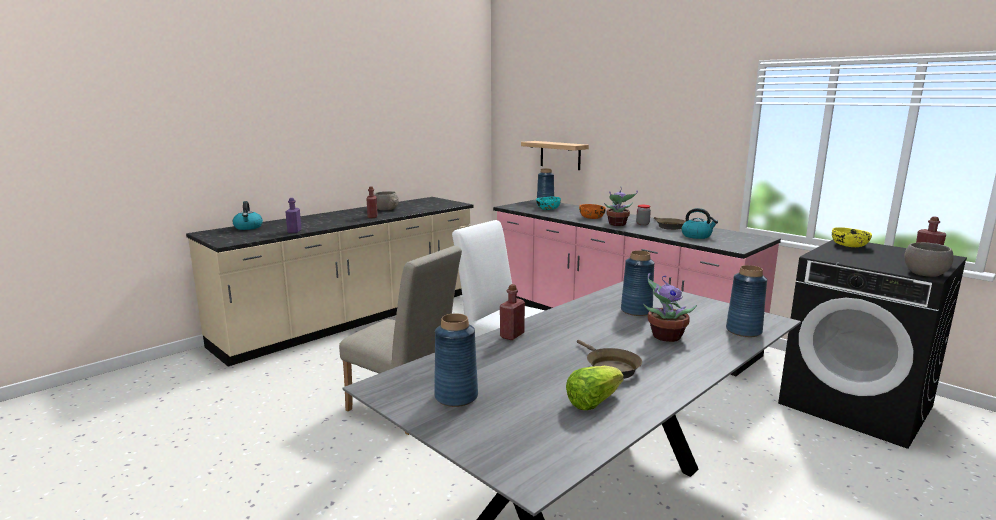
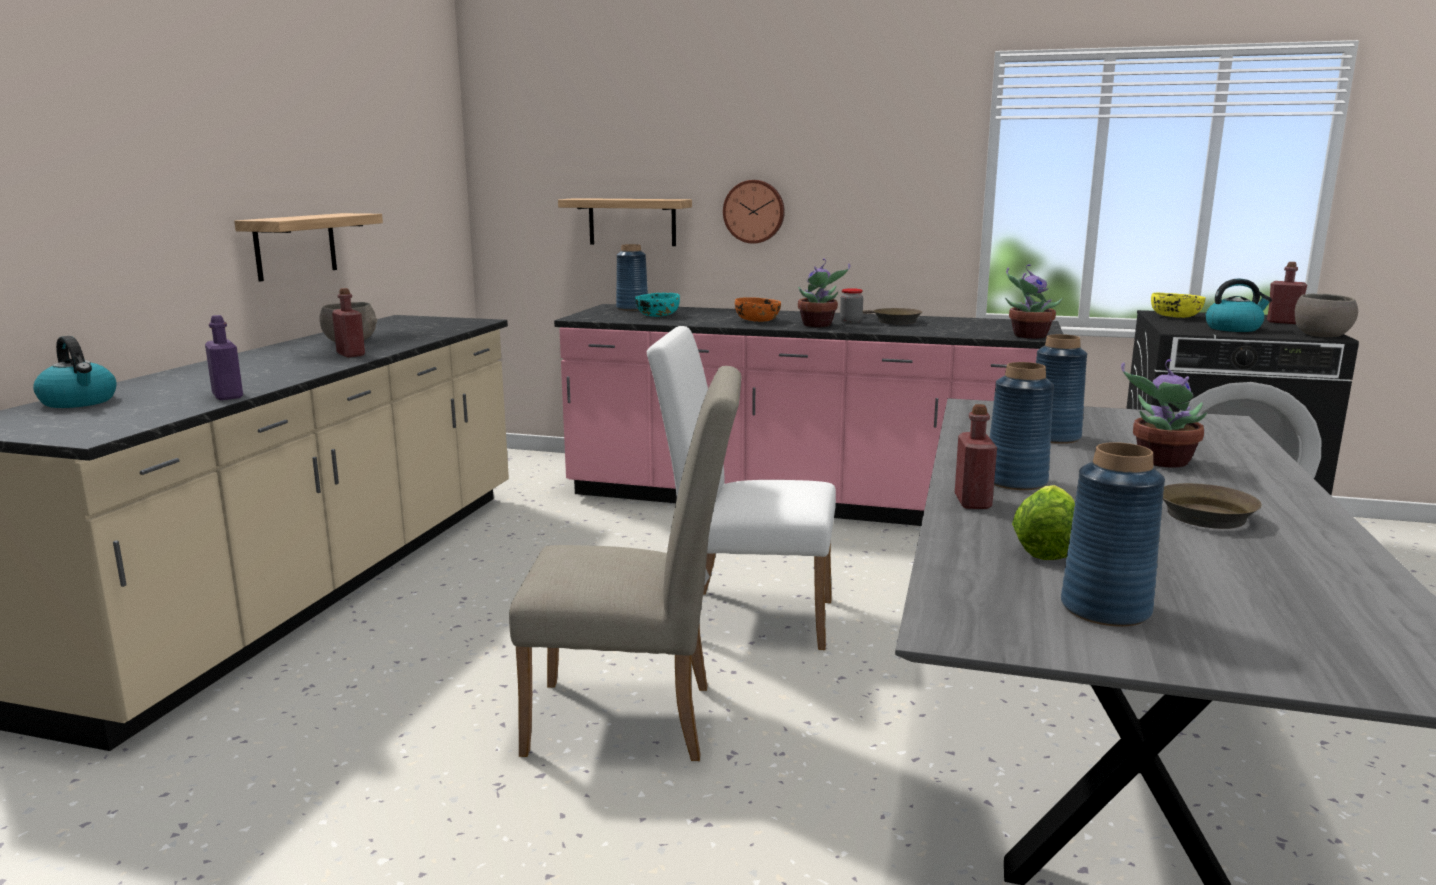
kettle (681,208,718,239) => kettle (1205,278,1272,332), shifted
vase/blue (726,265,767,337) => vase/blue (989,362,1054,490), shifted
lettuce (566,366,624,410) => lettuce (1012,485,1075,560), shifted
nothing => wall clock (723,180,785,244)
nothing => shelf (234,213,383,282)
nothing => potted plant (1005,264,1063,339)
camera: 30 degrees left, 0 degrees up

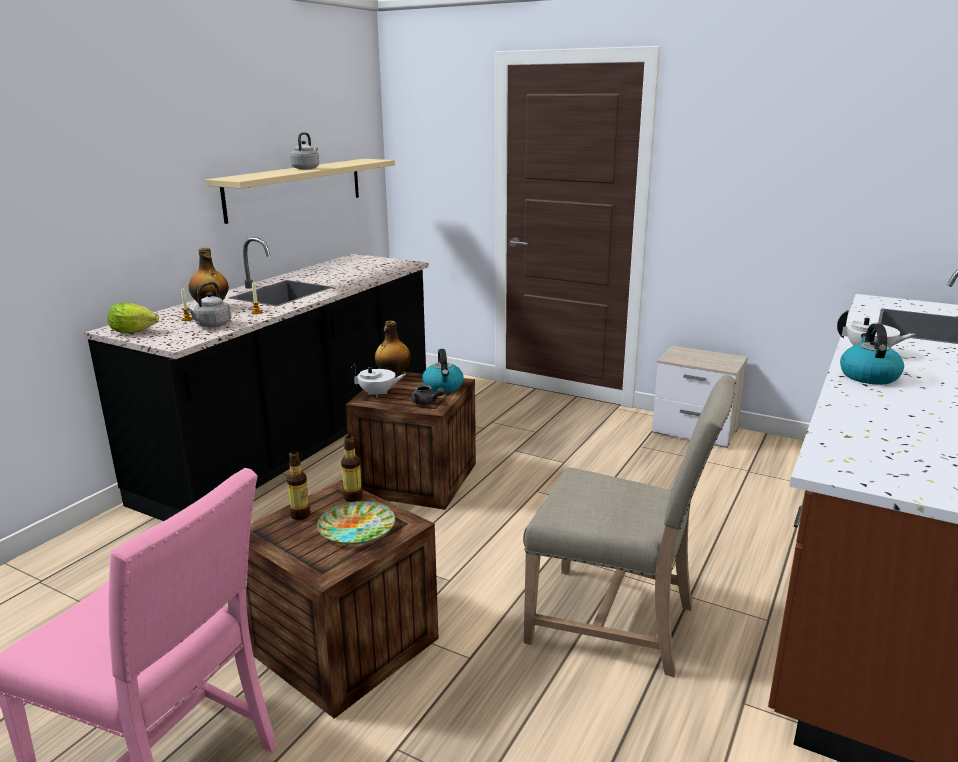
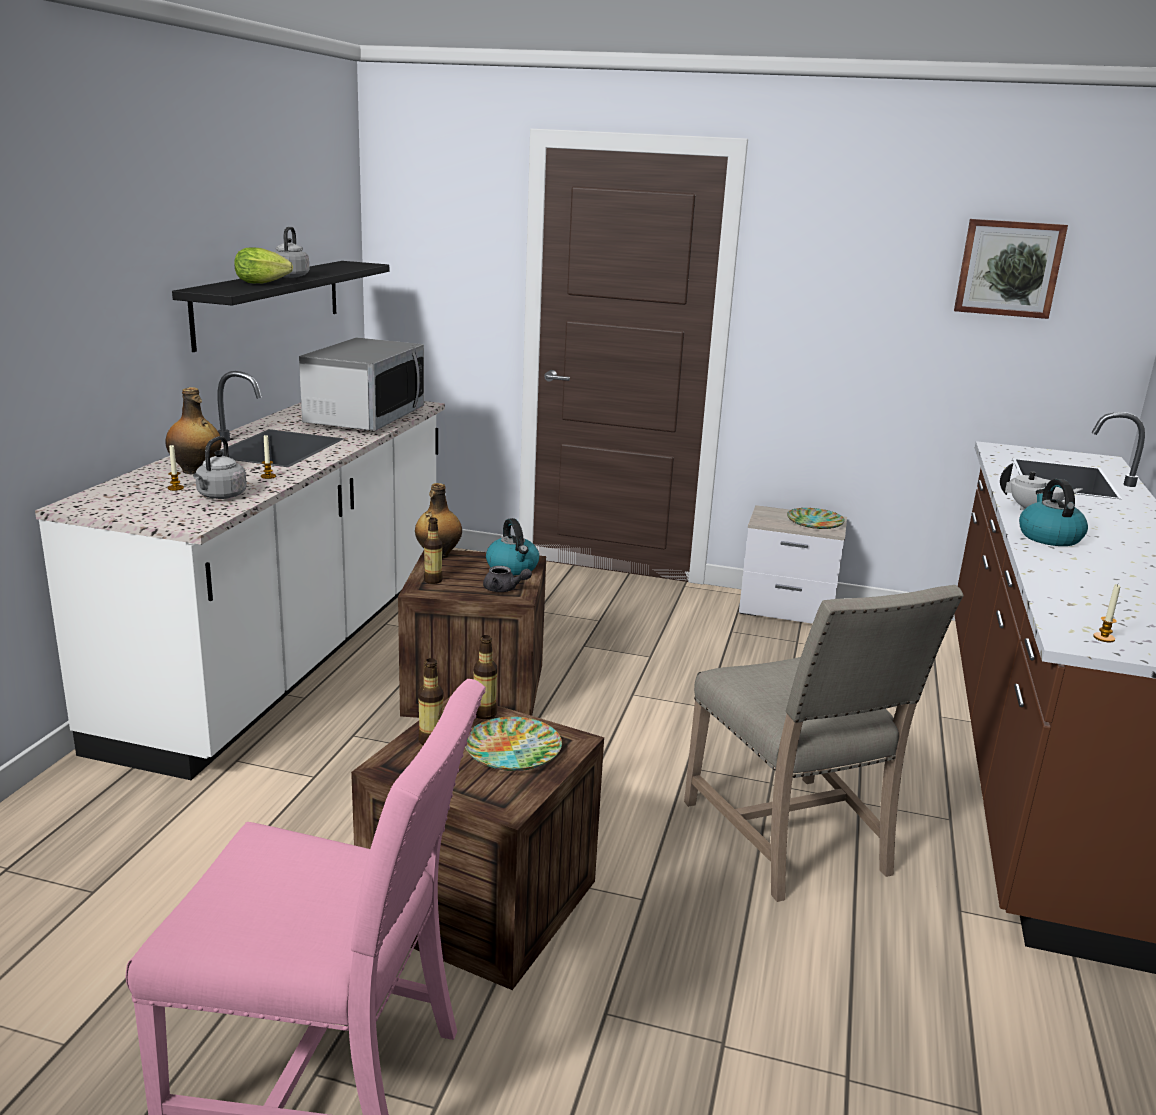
shelf/beige (205,159,395,224) => shelf/black (172,261,389,352)
counter/black (84,237,429,521) => counter/white (35,371,445,780)
lettuce (107,303,159,333) => lettuce (234,247,293,284), shifted
teapot/white (349,364,406,398) => bottle (424,517,443,584)
chair/beige (523,375,736,677) => chair/beige (684,585,964,902), 60 degrees clockwise
nothing => picture (954,219,1068,319)
nothing => microwave (299,338,424,431)
nothing => plate (787,508,845,529)
nothing => candle (1093,584,1120,642)
camera: 15 degrees left, 0 degrees up

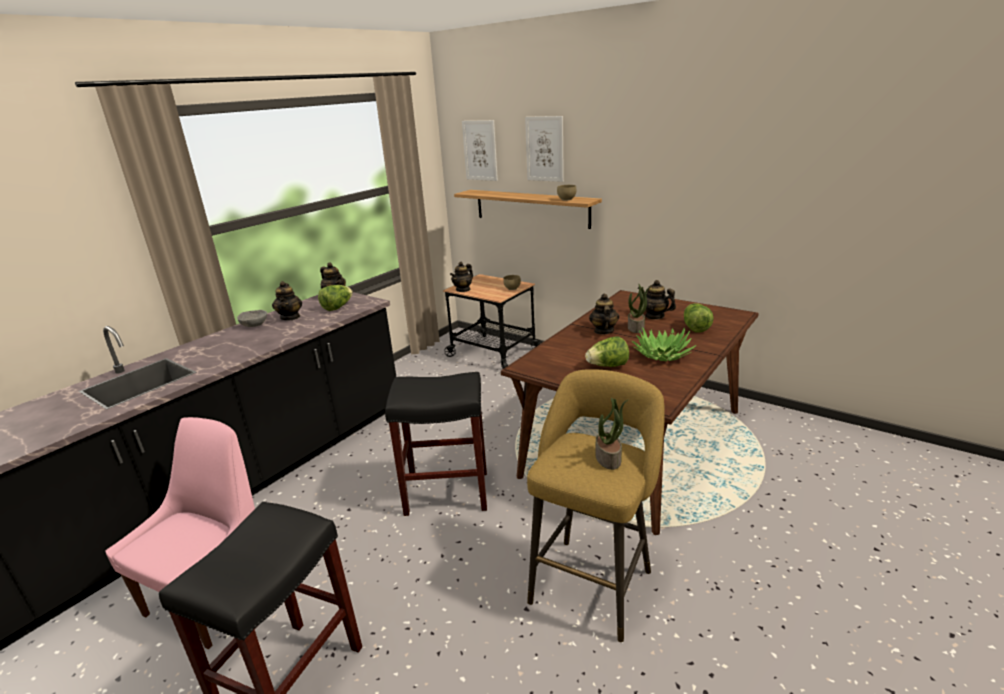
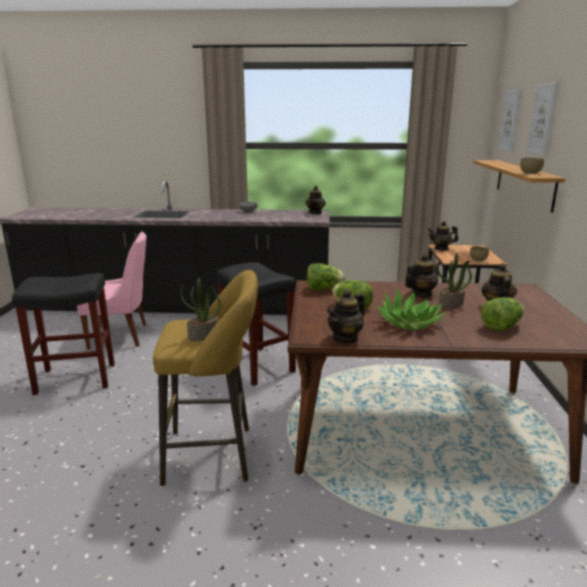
teapot (272,281,302,321) => teapot (327,289,365,344), shifted
lettuce (318,285,353,311) => lettuce (307,263,345,290), shifted
camera: 55 degrees right, 5 degrees down

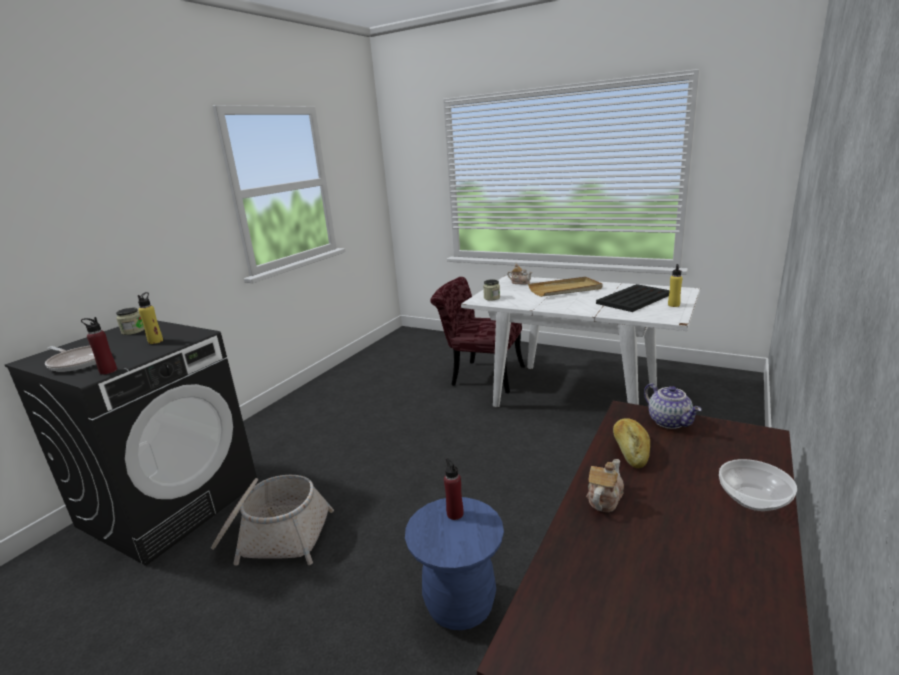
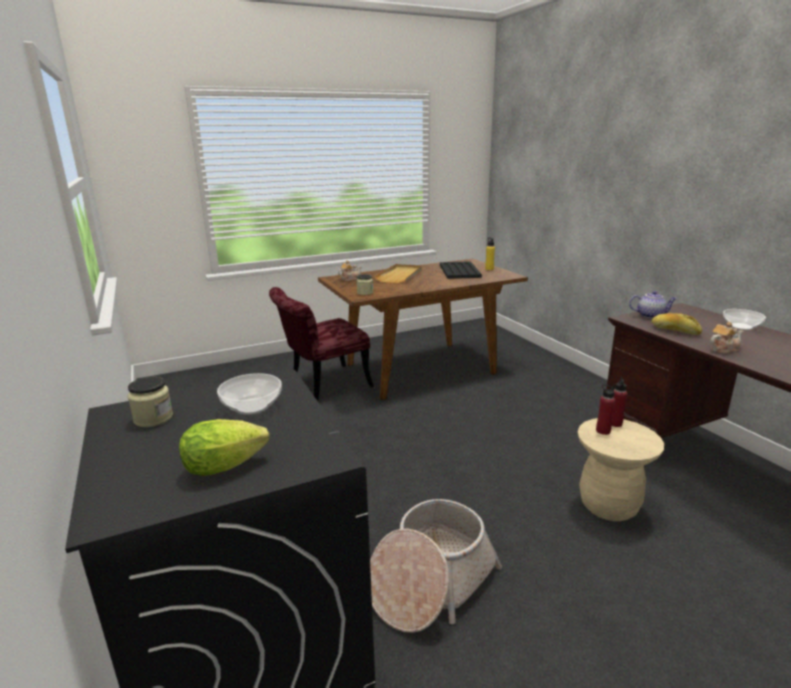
dining table/white (461,275,700,408) => dining table/brown (318,259,528,400)
bottle/yellow (138,292,163,344) => bowl (217,373,282,414)
bottle/red (81,317,117,375) => bottle/red (612,377,627,427), shifted
frying pan (45,346,96,372) => lettuce (179,419,269,476)
teapot (586,459,624,512) => teapot (710,322,744,353), 90 degrees clockwise
stool/blue (405,497,504,630) => stool/beige (577,418,664,521)
camera: 55 degrees left, 0 degrees up

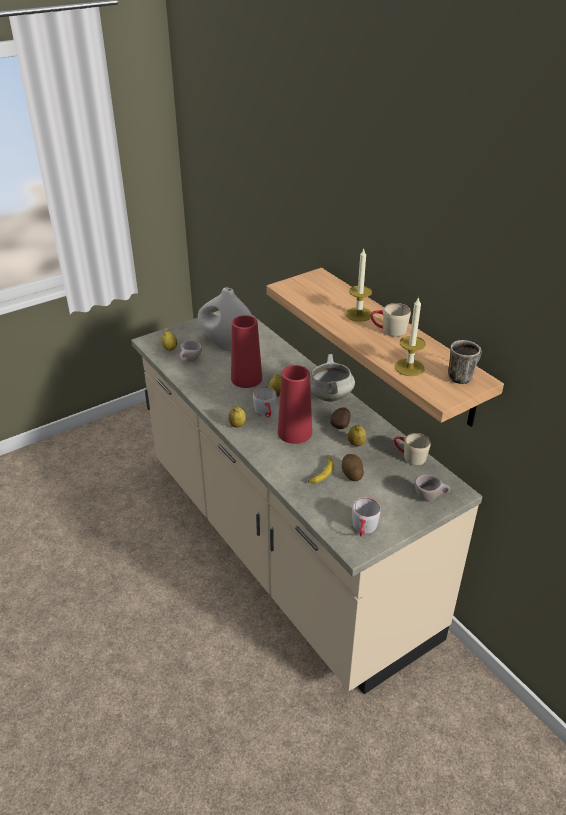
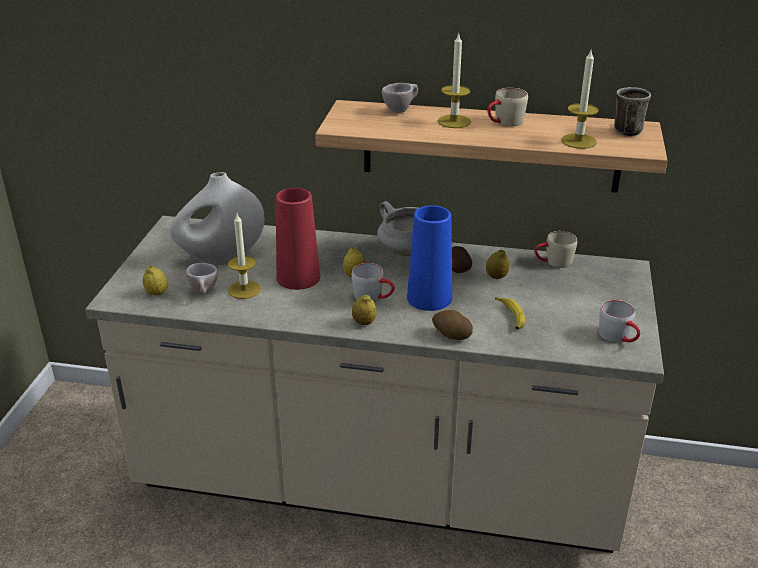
vase/red (278,365,312,444) => vase/blue (407,205,452,311)
potato (342,454,364,481) => potato (432,310,473,340), shifted
cup/beige (414,475,450,502) => cup/beige (382,83,418,113), shifted
nothing => candle (228,214,261,299)
camera: 45 degrees left, 5 degrees down

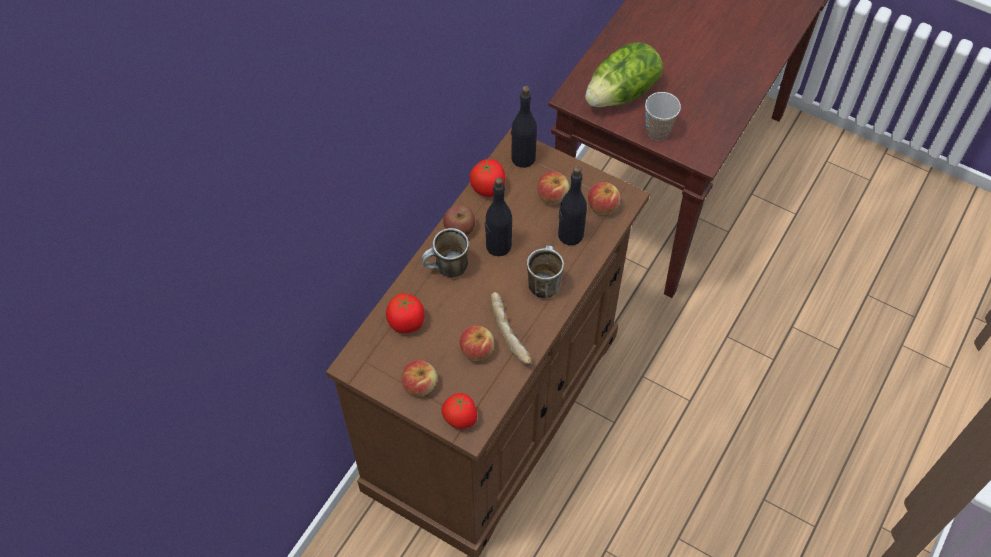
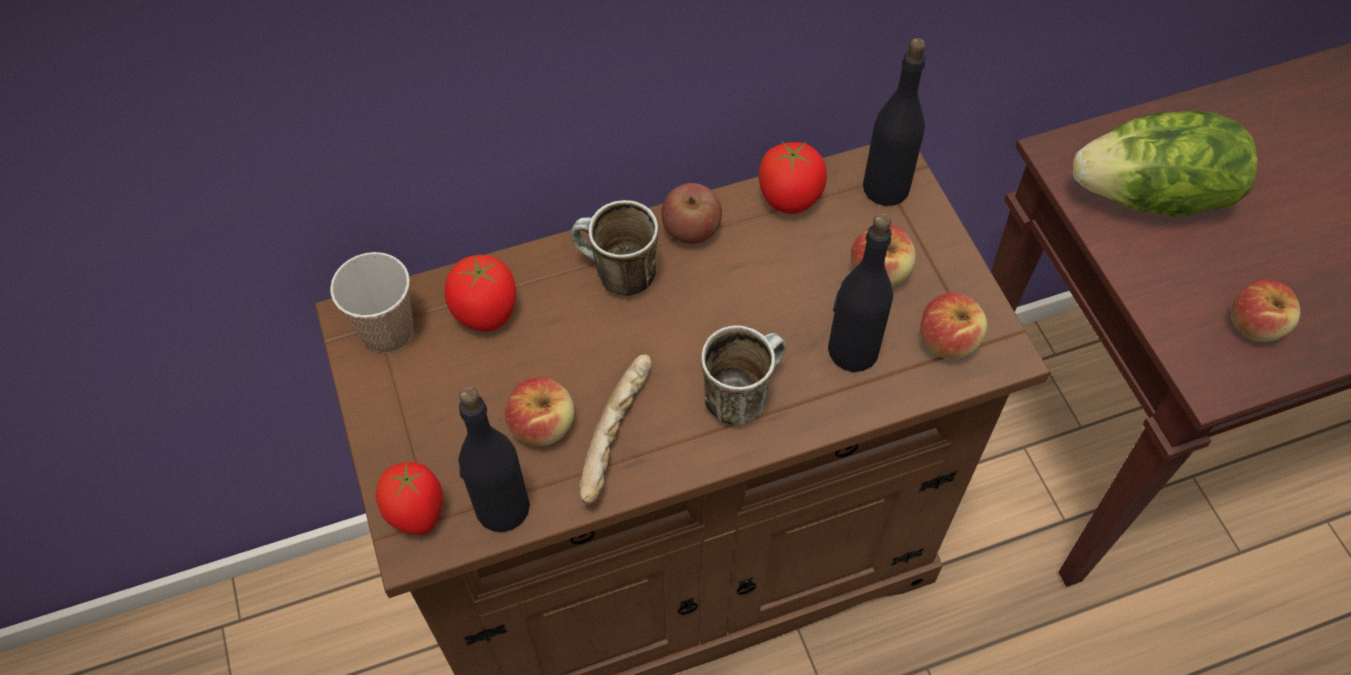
cup (645,92,681,140) => cup (330,252,413,353), shifted
bottle/black (485,177,512,257) => bottle/black (458,387,530,532), shifted
apple (402,360,437,396) => apple (1231,279,1300,342), shifted
camera: 40 degrees right, 0 degrees up

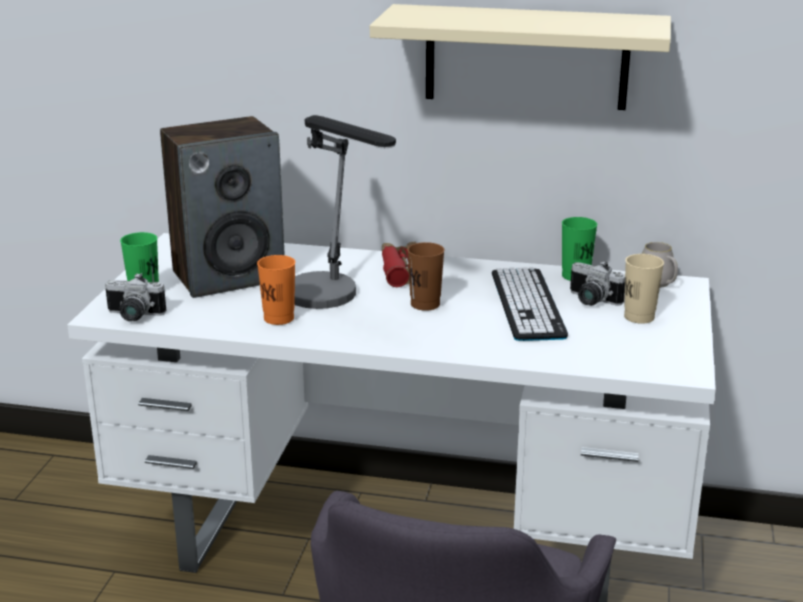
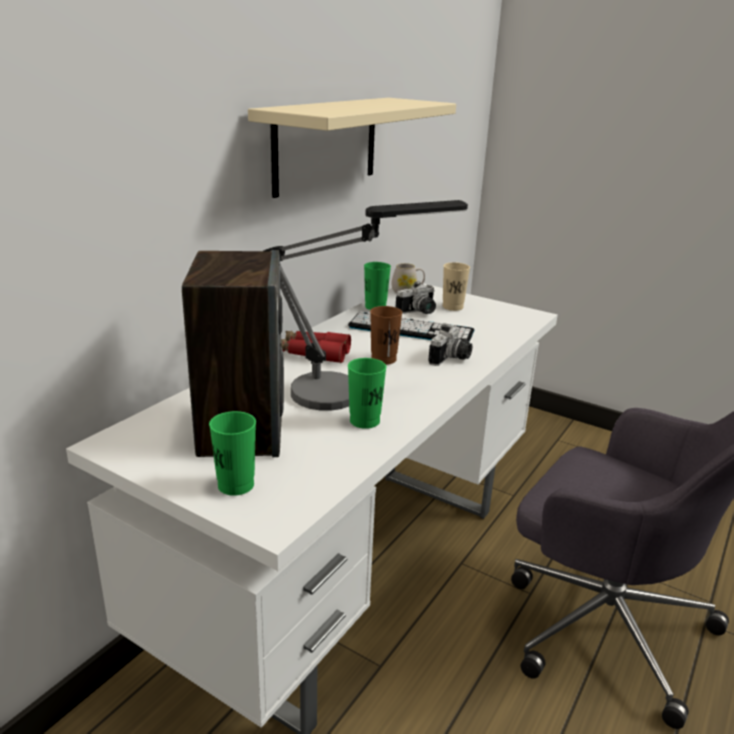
cup/orange (257,255,295,325) => cup/green (348,358,387,429)
photo camera (105,273,166,322) => photo camera (428,323,472,366), shifted
camera: 70 degrees left, 0 degrees up

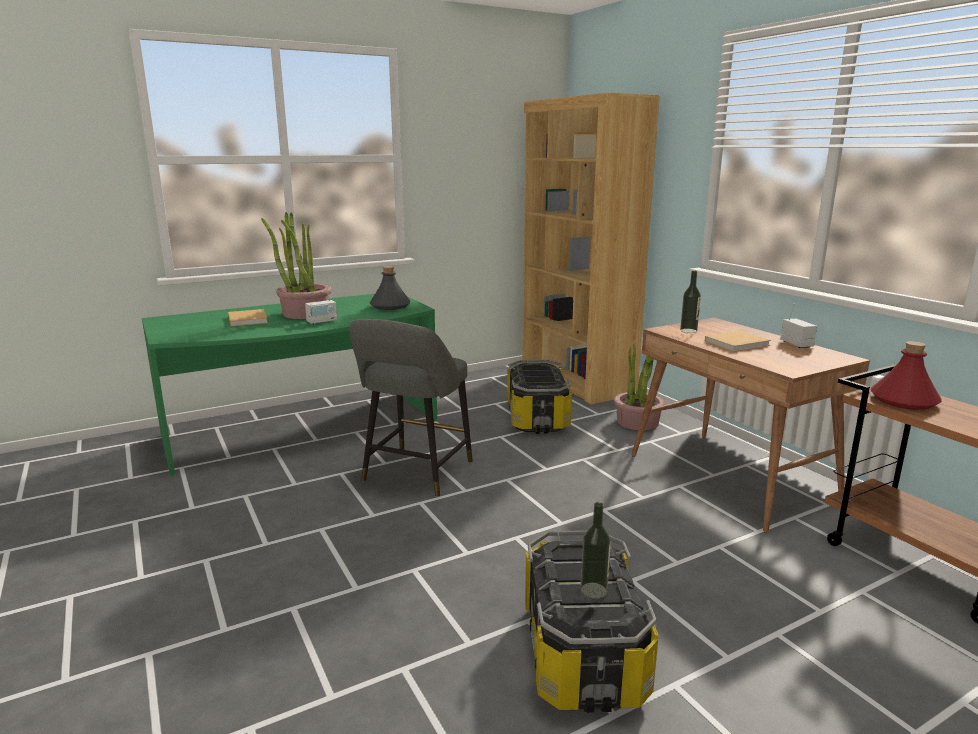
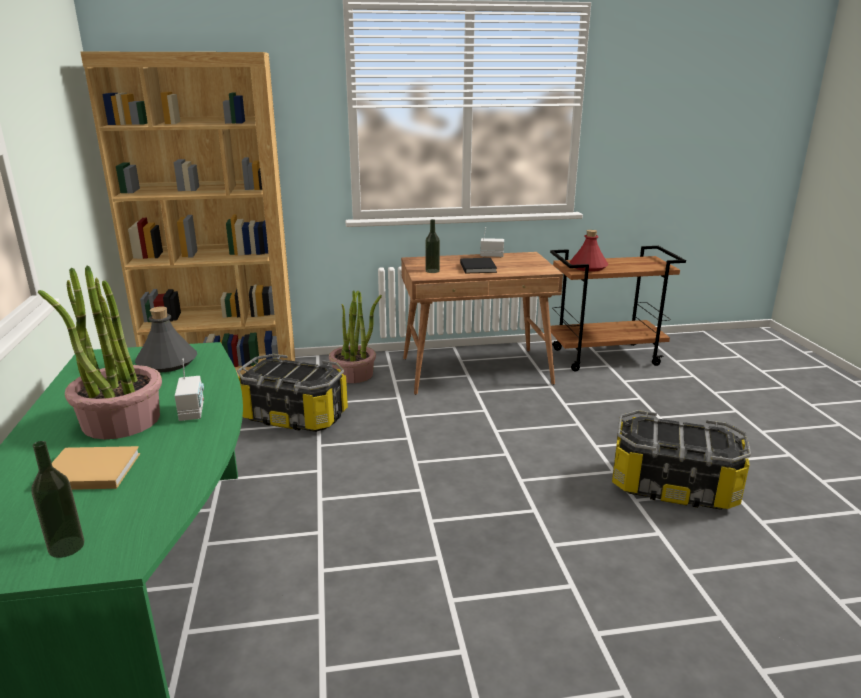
stool/grey (349,319,473,497) => nothing
book/beige (705,331,771,352) => book/black (460,258,497,273)
bottle (580,502,611,599) => bottle (31,441,84,558), shifted
camera: 70 degrees left, 5 degrees up

